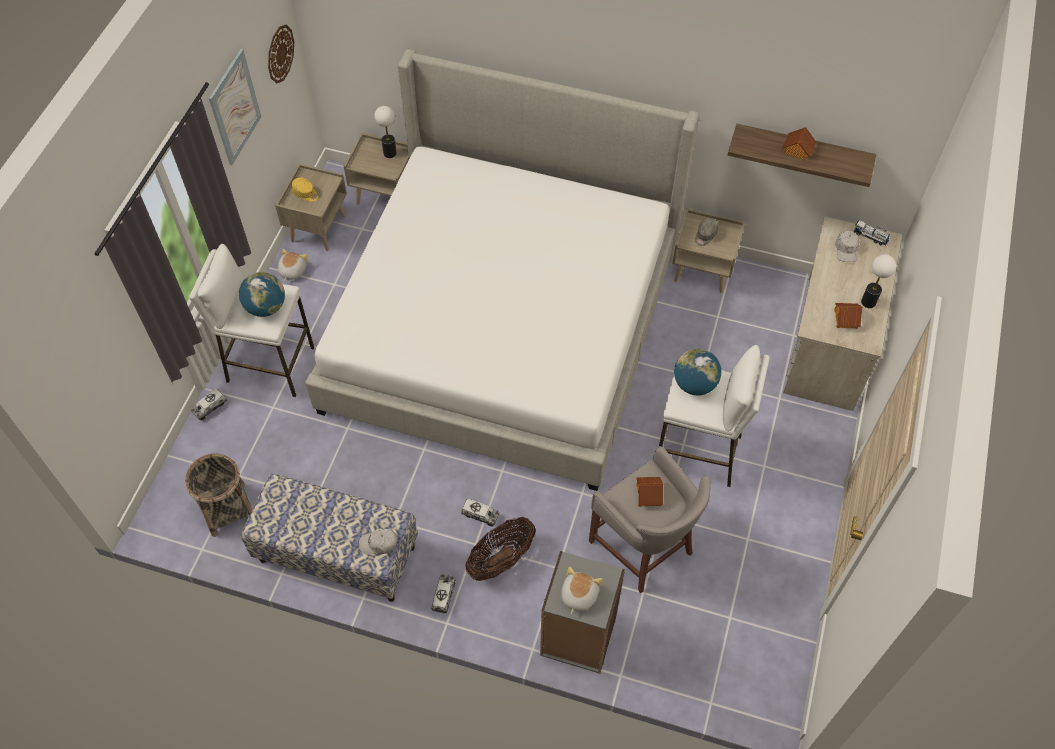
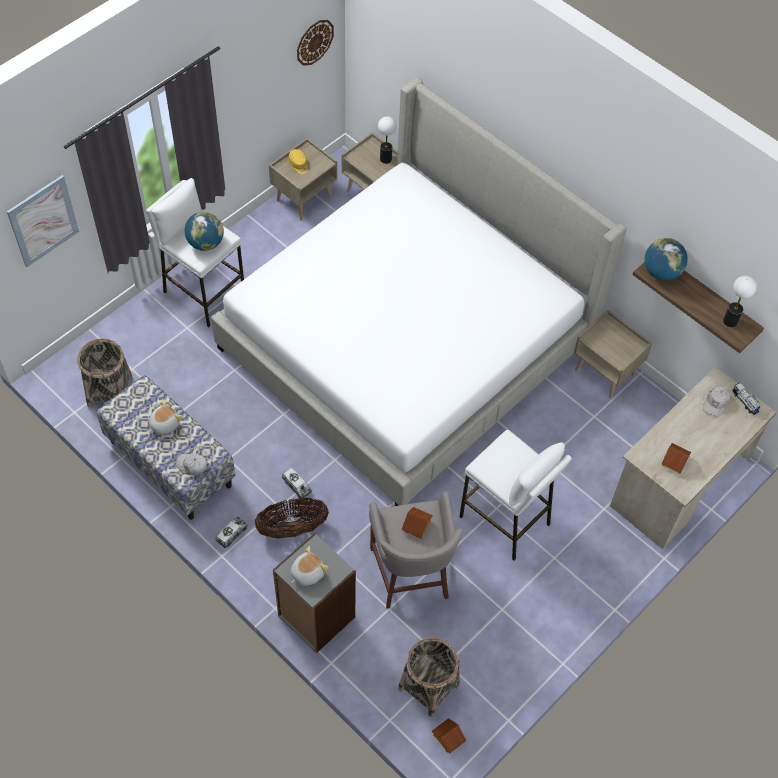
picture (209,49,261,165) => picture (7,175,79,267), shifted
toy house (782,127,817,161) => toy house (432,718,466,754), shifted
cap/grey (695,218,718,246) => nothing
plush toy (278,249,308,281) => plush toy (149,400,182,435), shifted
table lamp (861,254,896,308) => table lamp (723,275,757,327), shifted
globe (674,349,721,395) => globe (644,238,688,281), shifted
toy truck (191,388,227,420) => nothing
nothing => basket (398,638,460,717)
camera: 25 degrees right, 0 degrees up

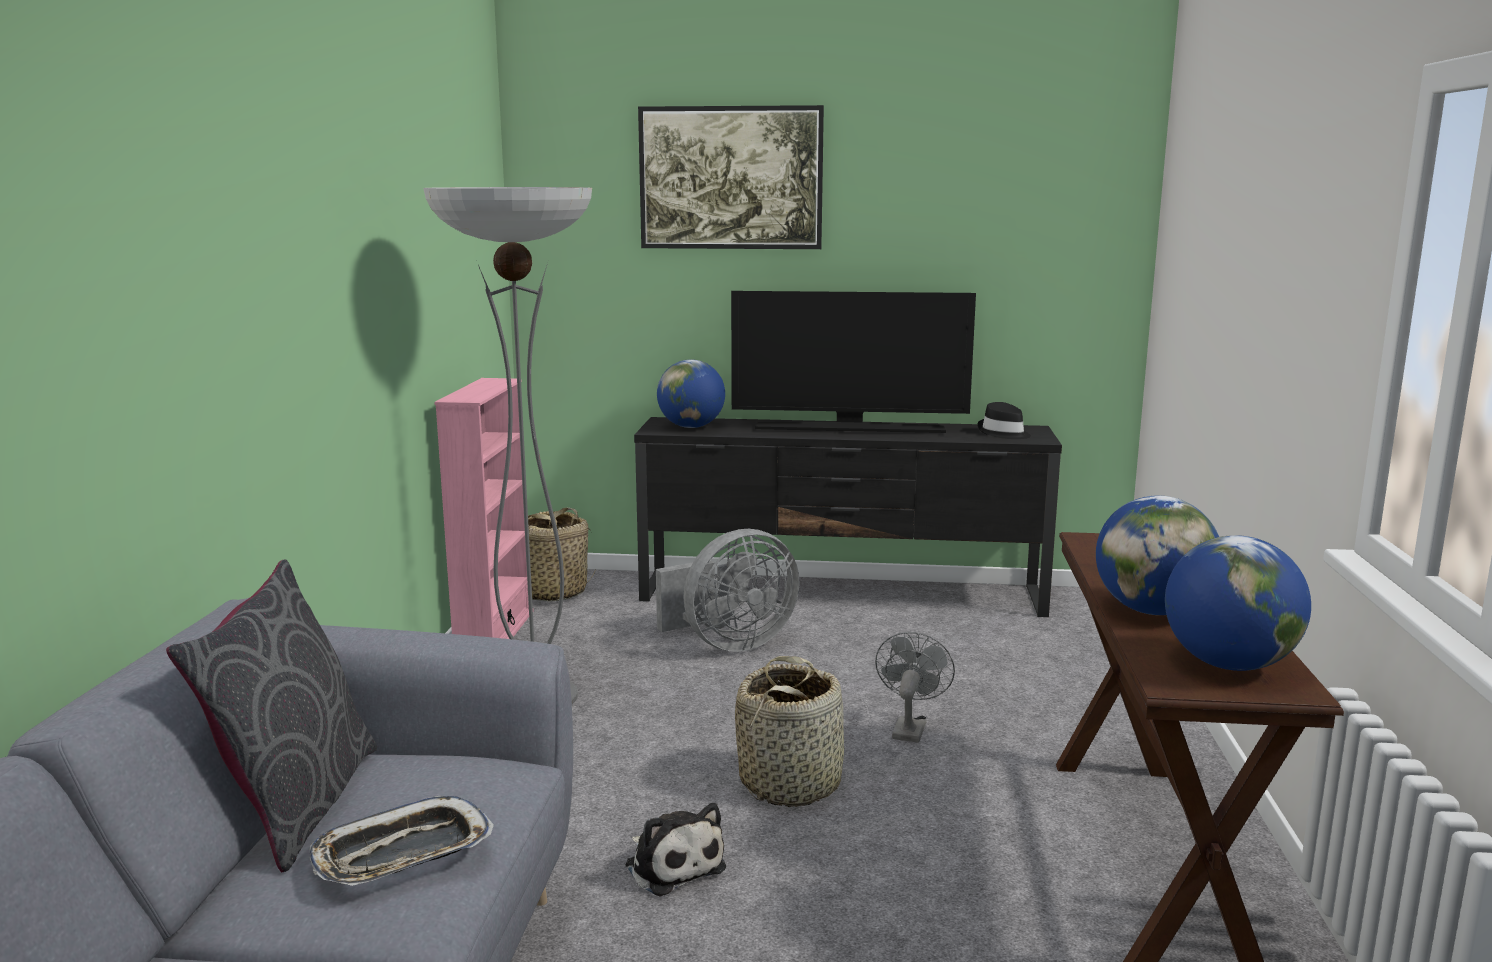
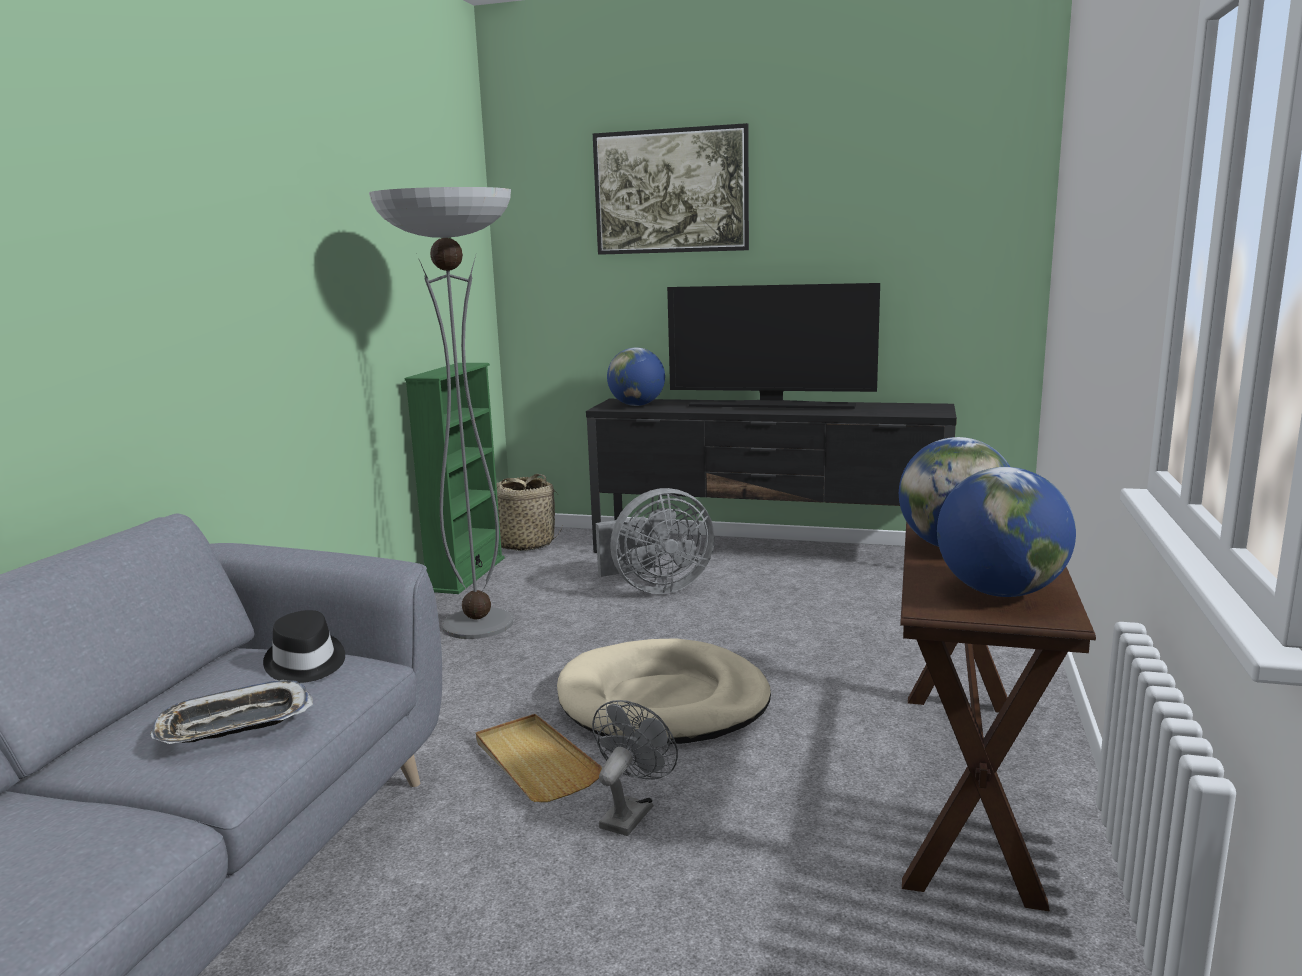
bookcase/pink (434,378,529,639) => bookcase/green (405,363,504,594)
hat/black (977,402,1031,439) => hat/black (263,610,345,683), shifted
pillow/grey (166,560,377,872) => nothing
fan/grey (875,632,955,743) => fan/grey (592,700,678,836), shifted
basket (735,656,844,807) => dog bed/beige (557,639,771,744)
plush toy (626,803,726,897) => tray/beige (476,714,603,802)
camera: 10 degrees right, 0 degrees up

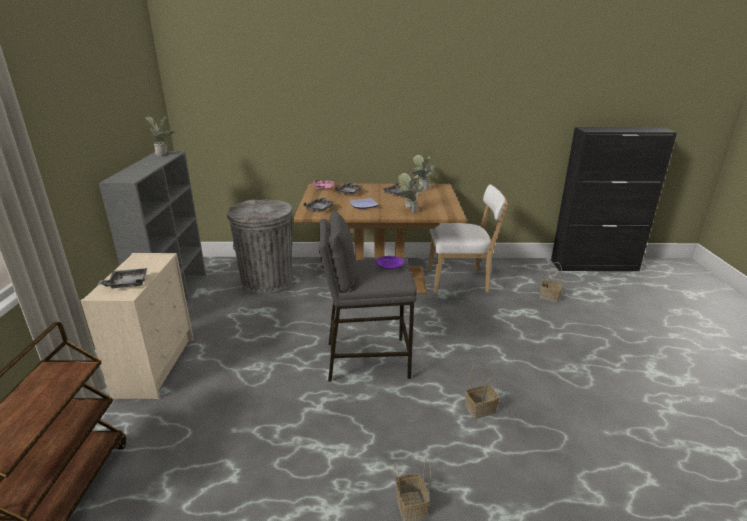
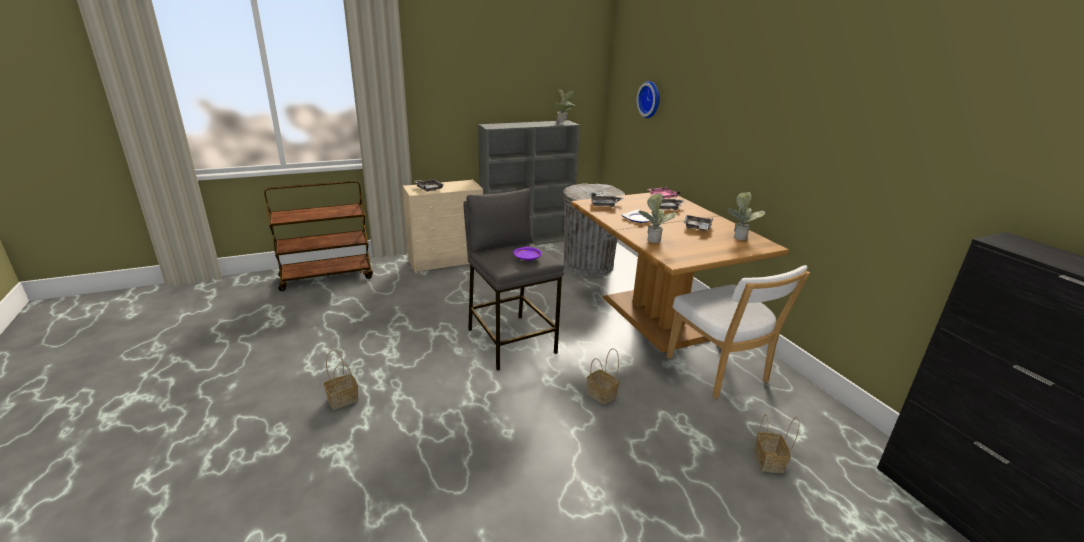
basket (465,361,499,419) => basket (586,348,620,405), shifted
nothing => wall clock (637,81,660,118)
camera: 65 degrees right, 0 degrees up

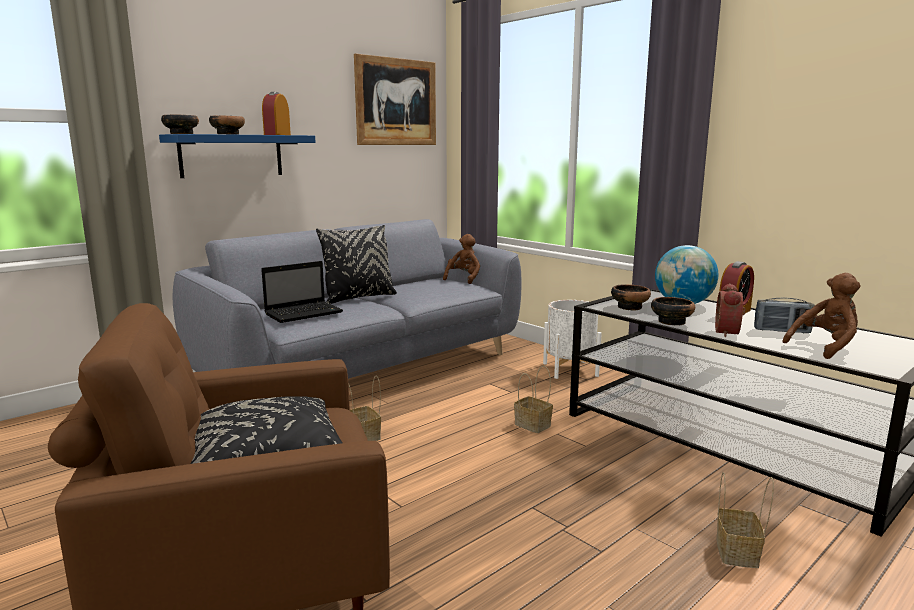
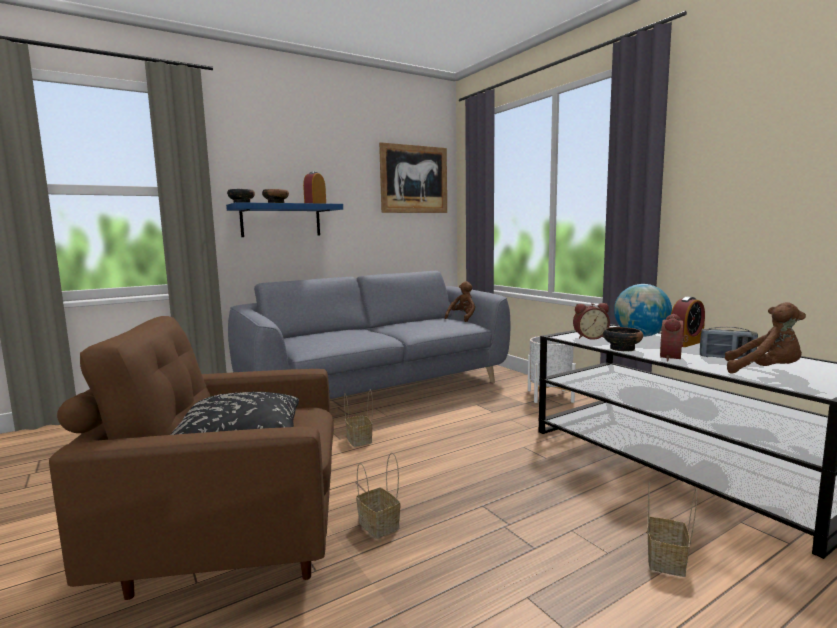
pillow/black (316,225,397,304) => nothing
laptop (261,261,343,323) => nothing
plush toy/brown (782,273,860,359) => plush toy/brown (725,302,806,374), 45 degrees clockwise
bowl (611,284,651,310) => alarm clock (573,303,610,340)
basket (514,366,553,433) => basket (356,453,401,539), shifted
camera: 10 degrees right, 5 degrees down

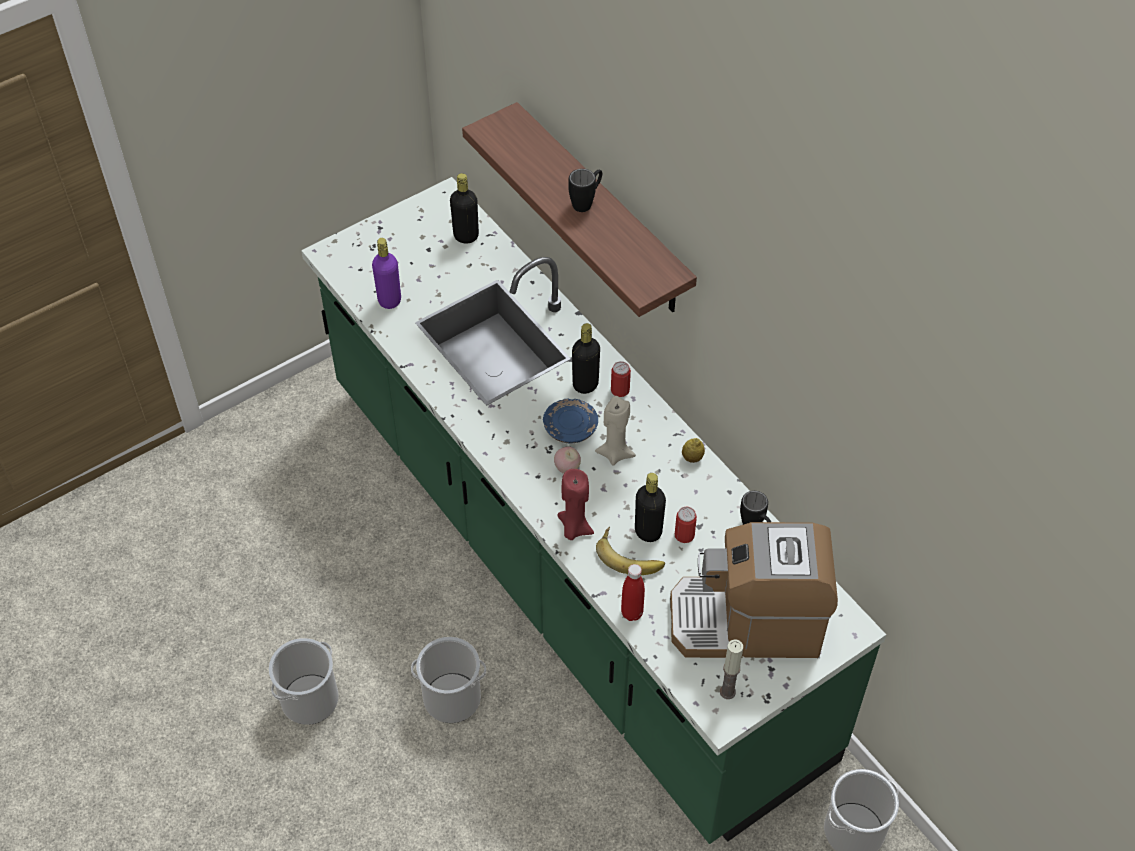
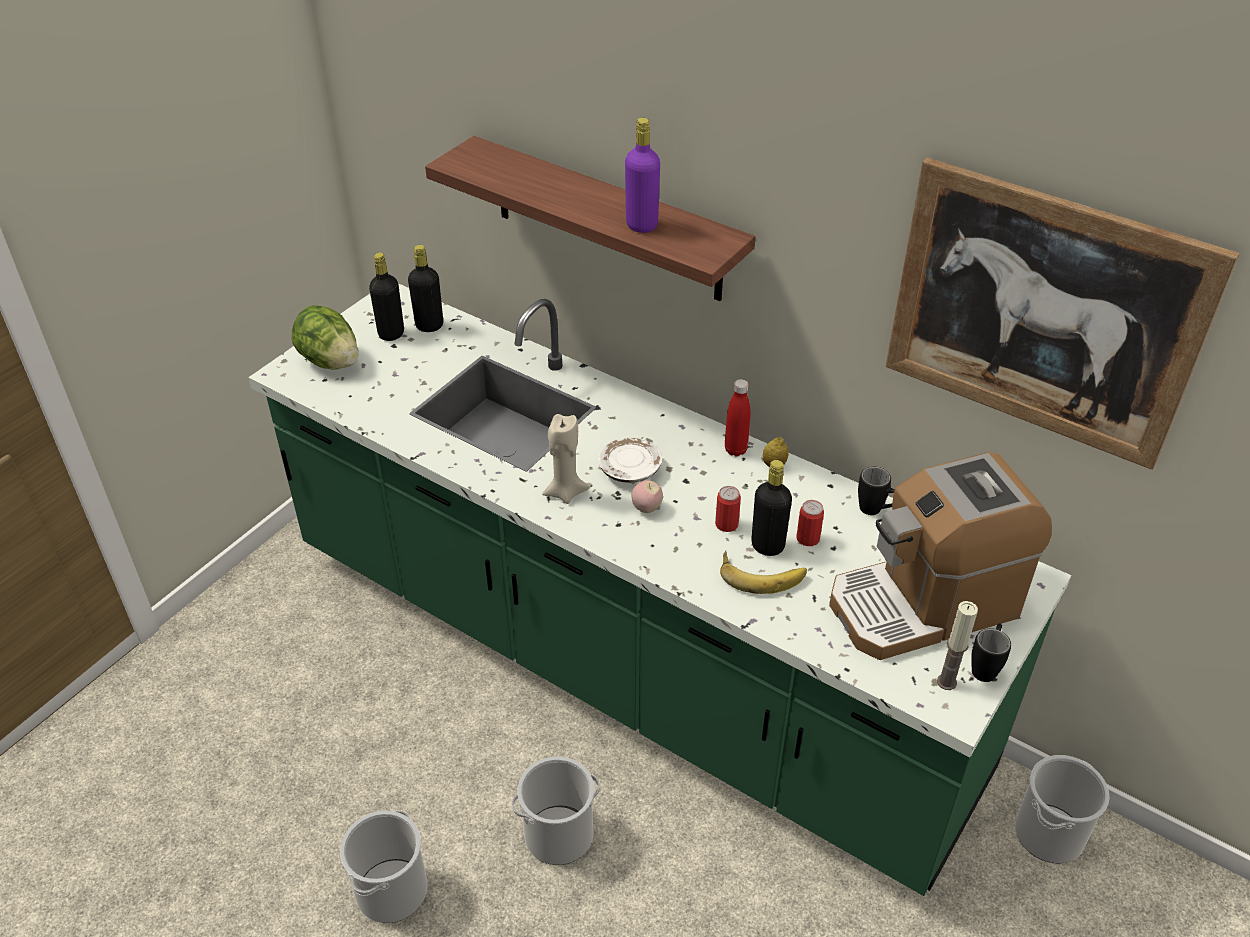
mug/black (569,169,602,212) => mug/black (971,623,1011,682), shifted
bottle/purple (372,238,401,309) => bottle/purple (625,118,660,233), shifted
bottle/black (572,323,600,394) => bottle/black (369,252,404,341), shifted
can (611,361,631,397) => can (715,486,741,532), shifted
candle/beige (595,396,636,466) => candle/beige (542,414,590,504), shifted
plate/blue (543,399,598,443) => plate/white (598,438,662,483)
candle/red (557,469,594,540) => nothing
bottle/red (621,564,645,621) => bottle/red (725,379,751,456), shifted
nothing => picture (885,157,1239,470)
nothing => lettuce (292,305,359,370)
camera: 20 degrees left, 10 degrees down

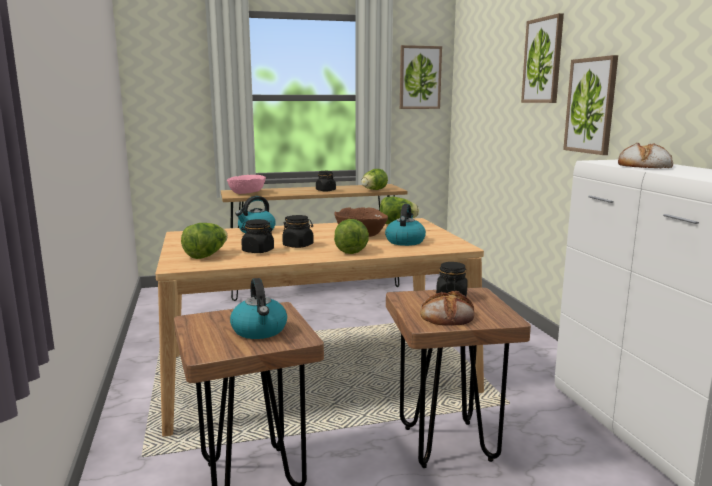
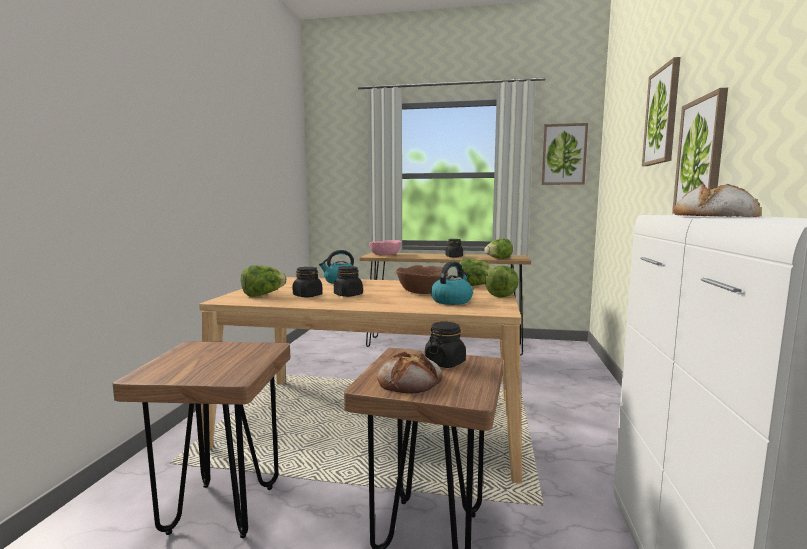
lettuce (334,219,369,254) => lettuce (485,265,519,298), shifted
kettle (230,278,287,339) => nothing
camera: 25 degrees right, 5 degrees down

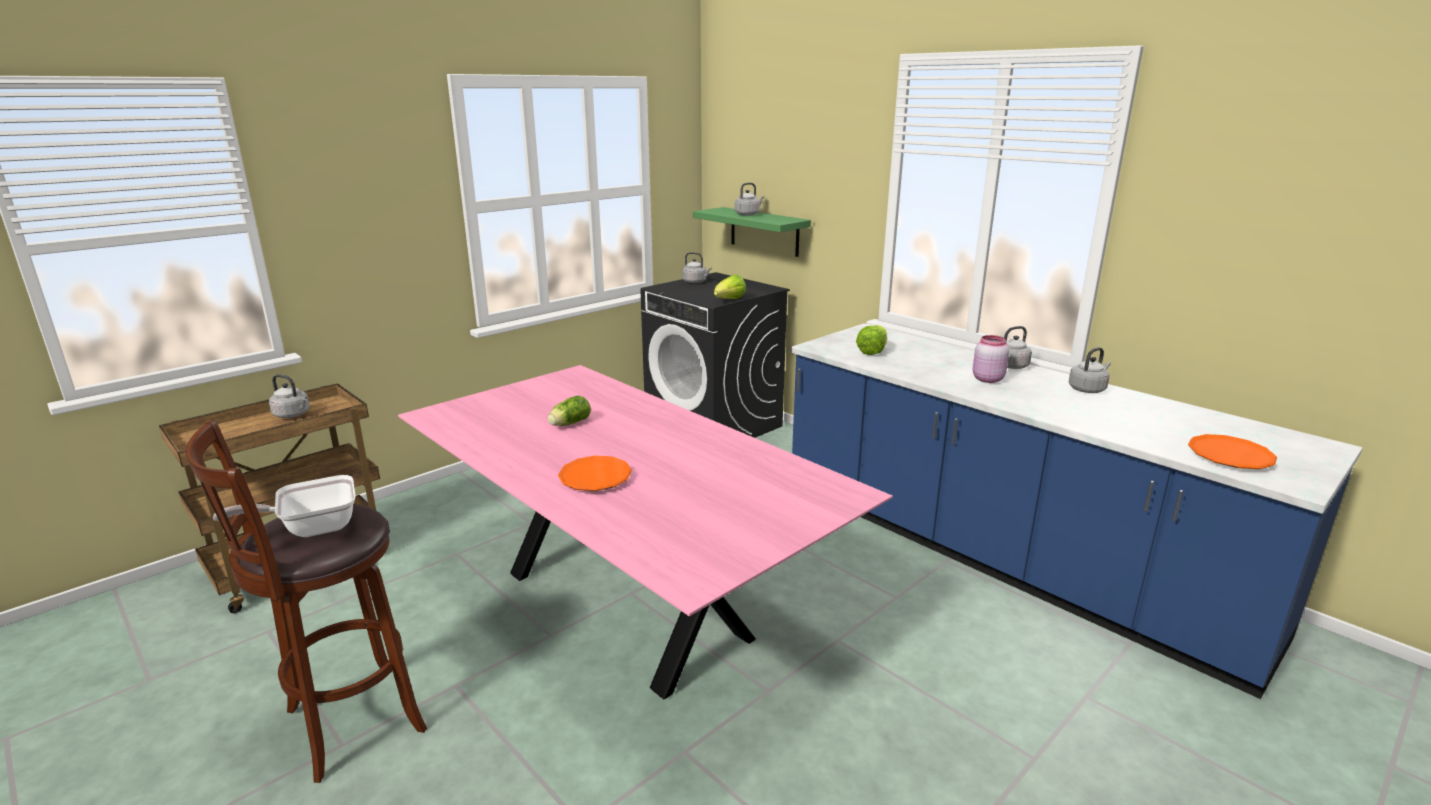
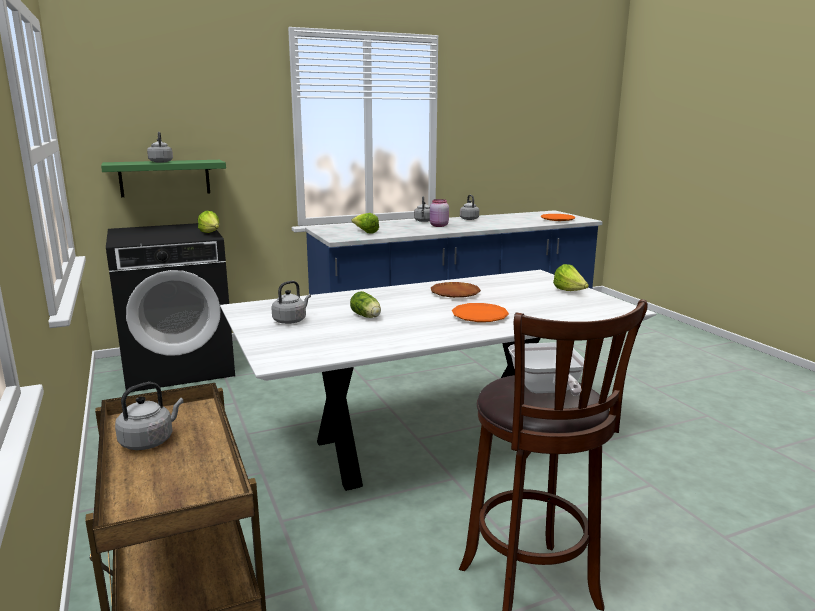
kettle/grey (682,252,712,283) => kettle/grey (271,281,311,324), shifted
dining table/pink (398,365,893,699) => dining table/white (220,270,657,491)
nothing => lettuce (553,264,589,291)
nothing => plate/brown (431,282,481,298)
camera: 70 degrees left, 5 degrees down

